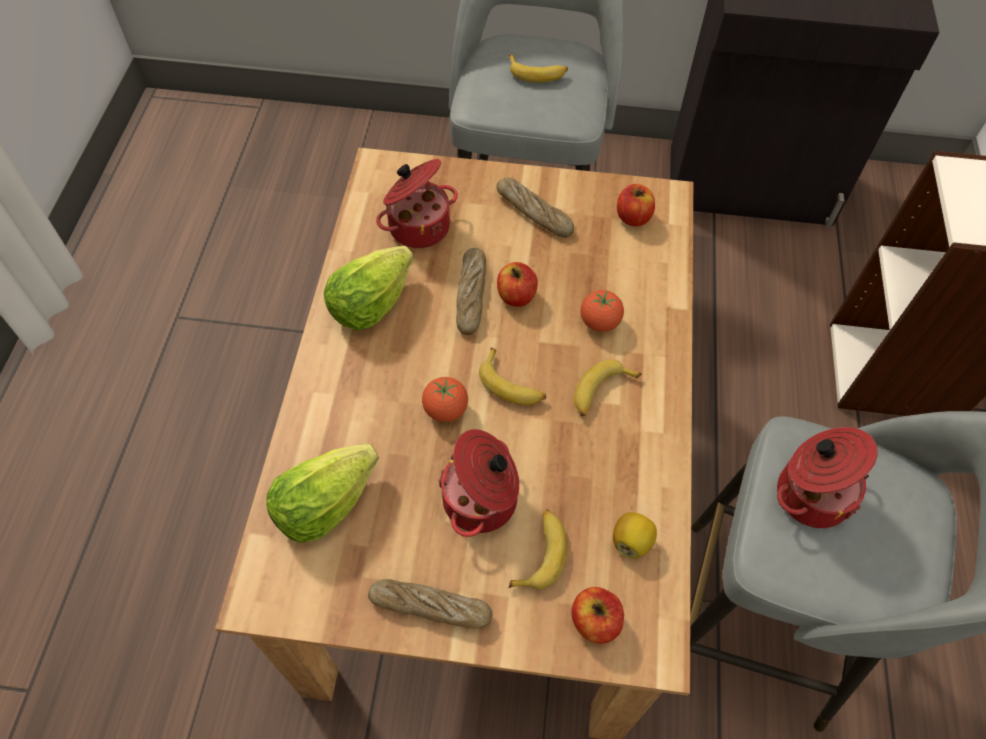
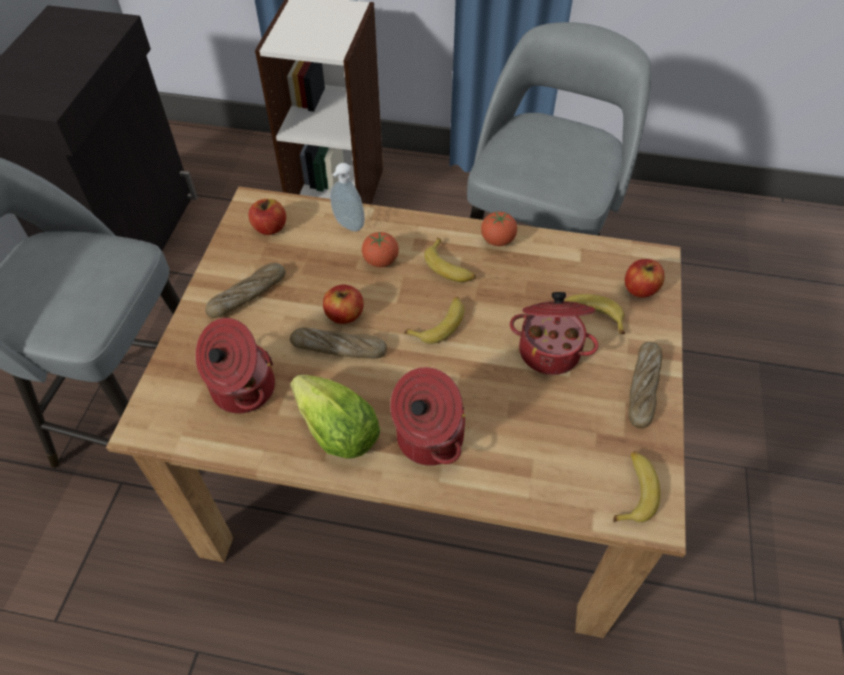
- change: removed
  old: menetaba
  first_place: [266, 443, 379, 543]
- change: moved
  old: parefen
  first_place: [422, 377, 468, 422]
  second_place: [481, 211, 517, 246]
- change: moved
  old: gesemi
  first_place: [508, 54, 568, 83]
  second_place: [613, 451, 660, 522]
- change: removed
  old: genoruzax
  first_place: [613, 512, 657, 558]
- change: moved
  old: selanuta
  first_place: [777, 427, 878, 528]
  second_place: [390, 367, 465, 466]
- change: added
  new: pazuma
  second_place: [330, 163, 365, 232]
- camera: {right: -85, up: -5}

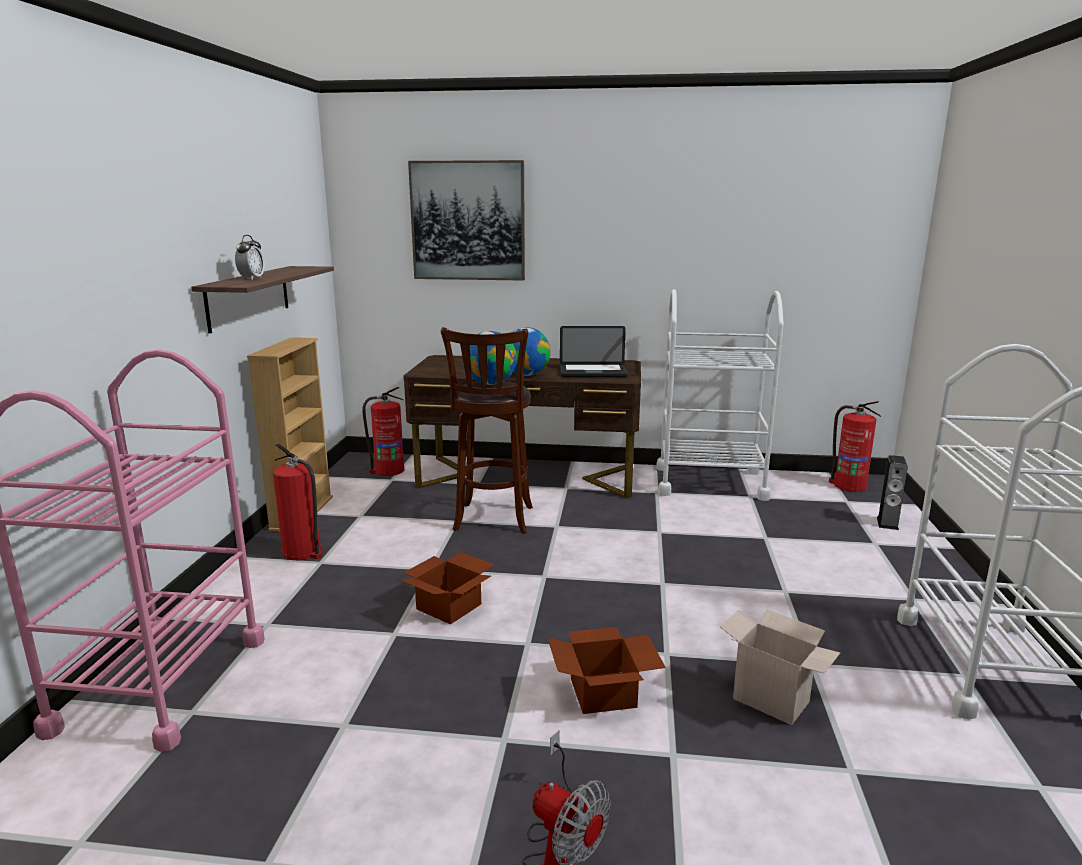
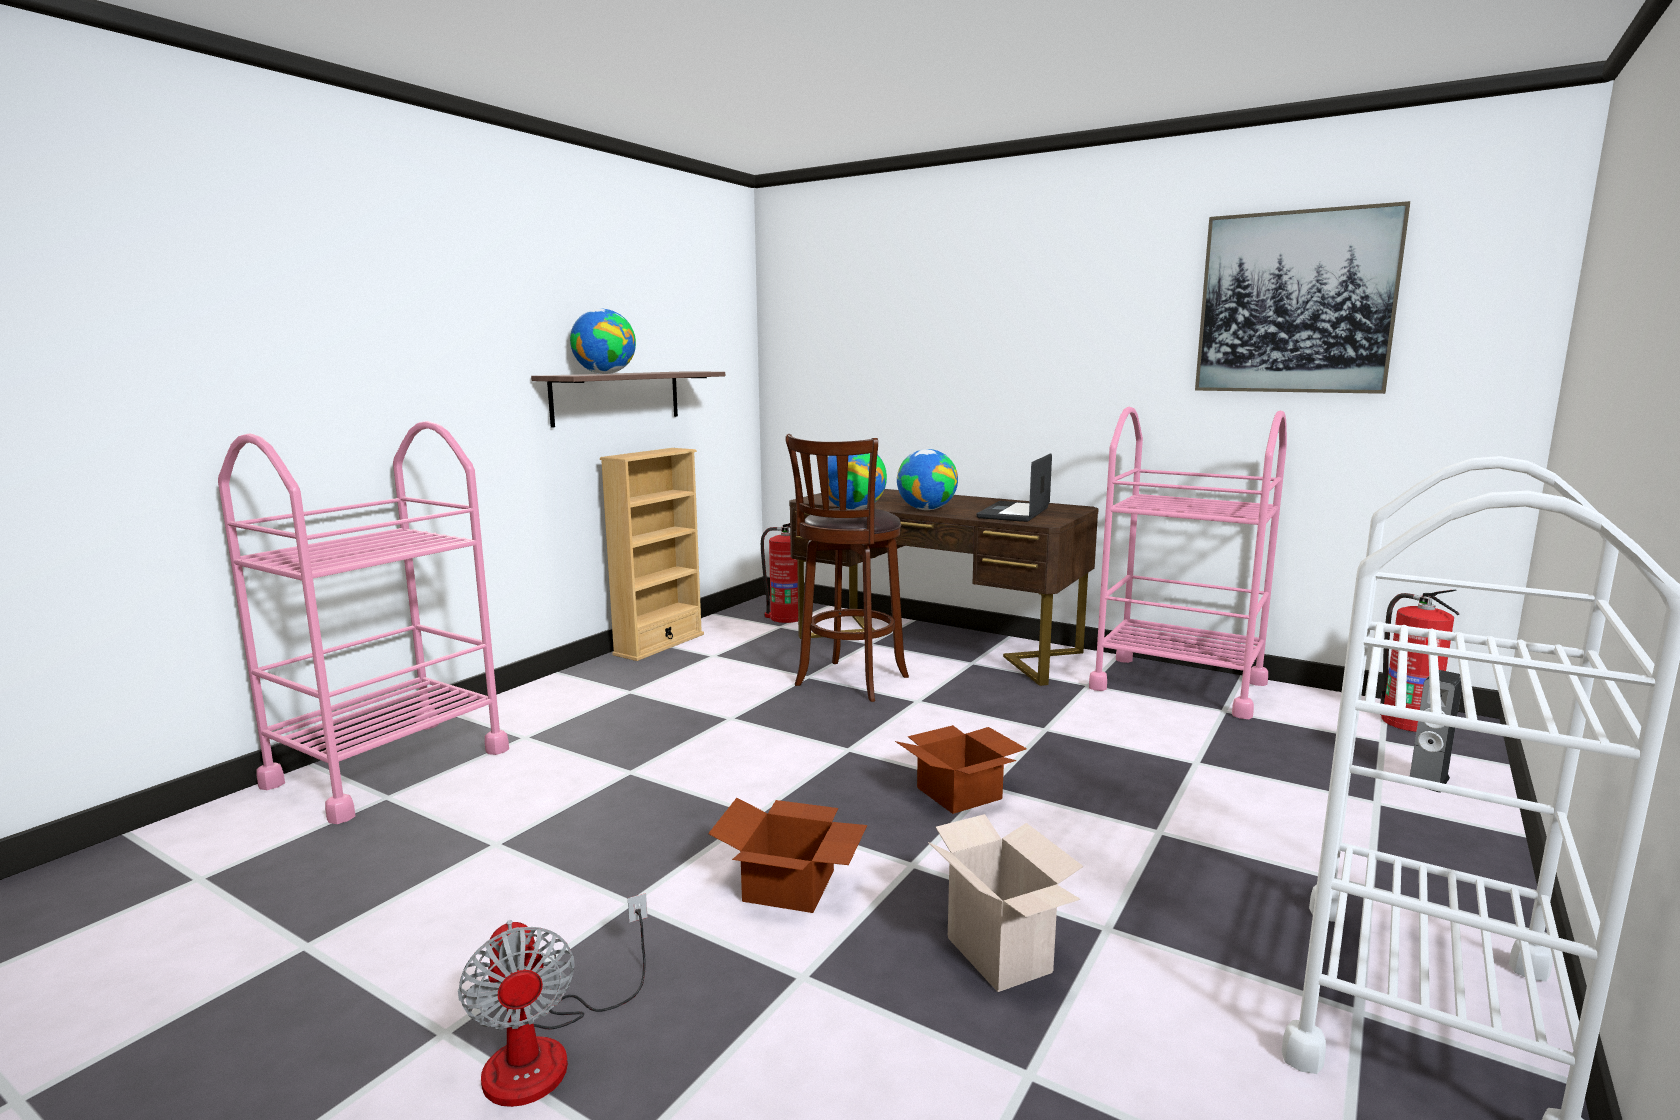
- change: replaced
  old: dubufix
  new: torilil
  first_place: [235, 235, 265, 280]
  second_place: [570, 309, 636, 374]
- change: removed
  old: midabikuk
  first_place: [273, 444, 323, 560]
- change: moved
  old: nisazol
  first_place: [399, 552, 495, 624]
  second_place: [895, 725, 1027, 814]
- change: moved
  old: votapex
  first_place: [408, 160, 525, 281]
  second_place: [1195, 201, 1410, 394]
- change: turned
  old: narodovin
  first_place: [560, 326, 628, 377]
  second_place: [977, 453, 1052, 522]
  degrees: 90
- change: recoloured
  old: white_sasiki
  new: pink_sasiki
  first_place: [656, 289, 784, 501]
  second_place: [1089, 407, 1287, 719]
- camera: {right: 25, up: -5}

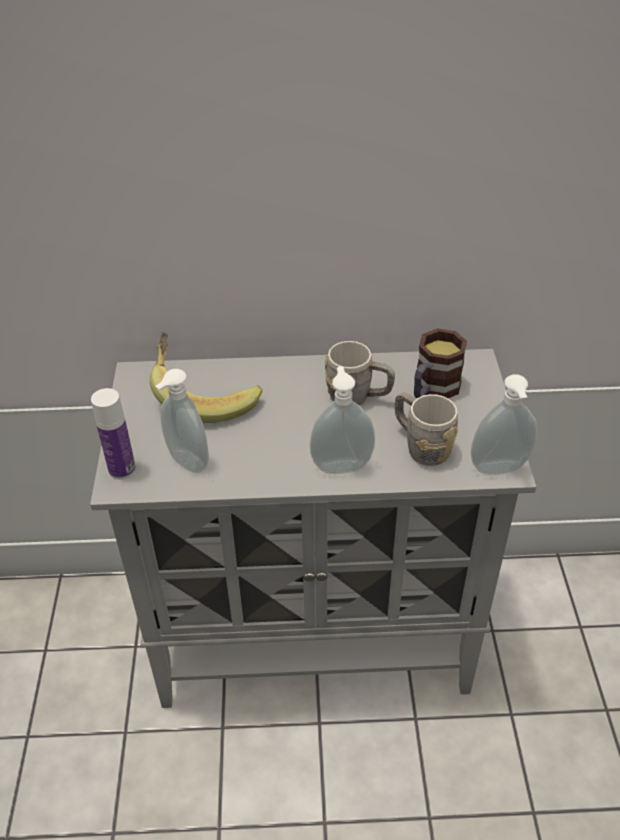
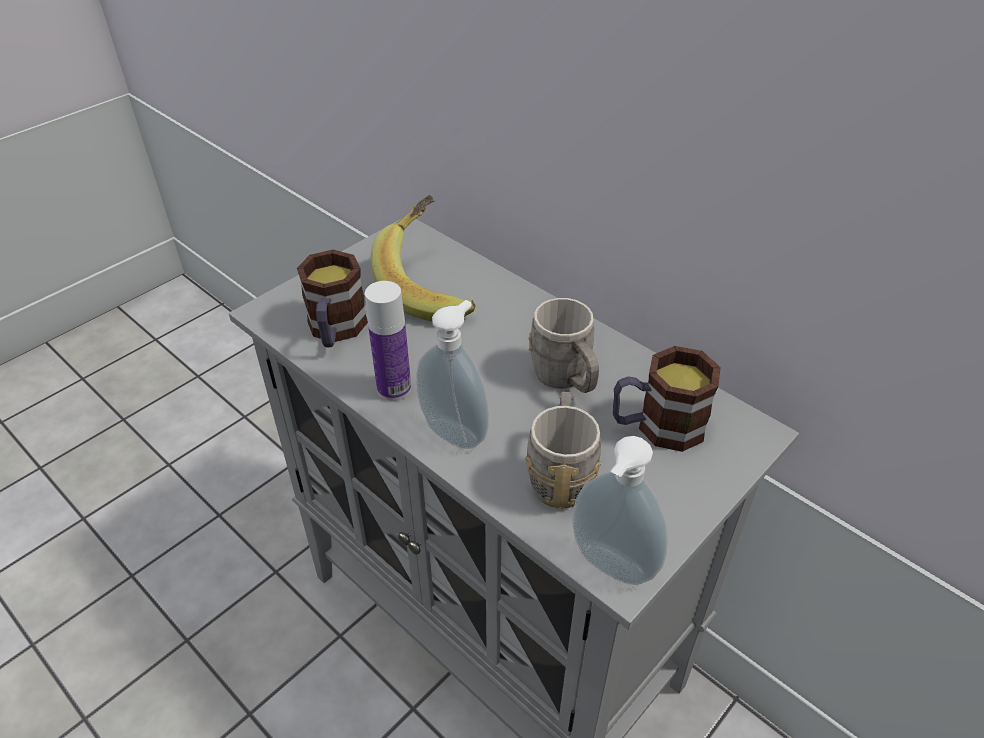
- change: moved
  old: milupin
  first_place: [91, 388, 136, 479]
  second_place: [365, 281, 411, 401]
- change: replaced
  old: pazuma
  new: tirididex
  first_place: [156, 369, 209, 473]
  second_place: [297, 250, 368, 348]
- camera: {right: 45, up: 0}

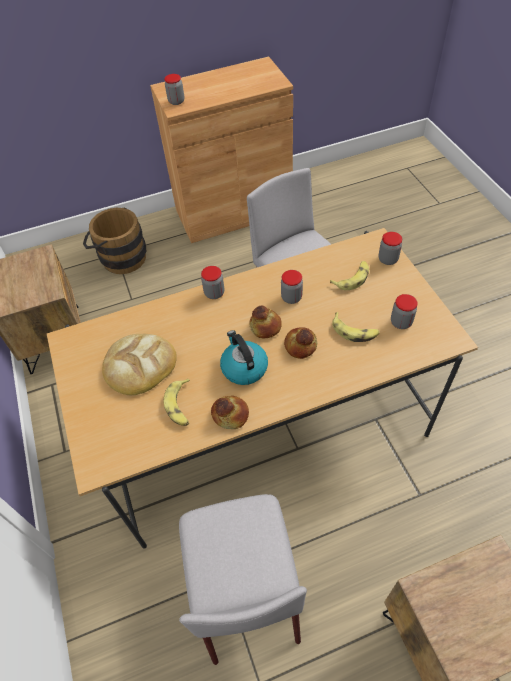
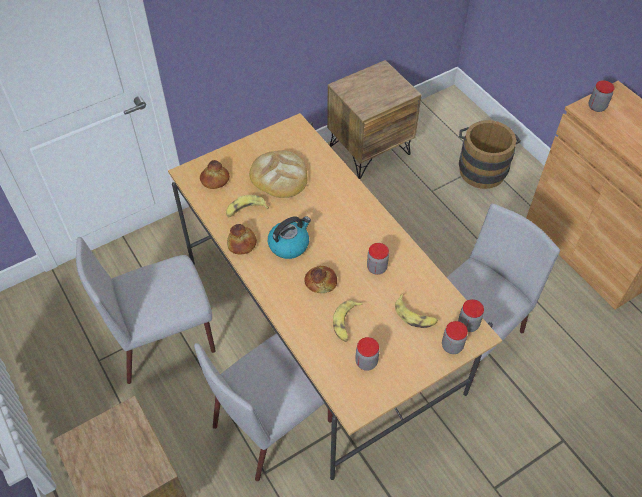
- change: moved
  old: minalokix
  first_place: [201, 266, 224, 299]
  second_place: [458, 299, 484, 332]
- change: moved
  old: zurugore
  first_place: [249, 306, 282, 339]
  second_place: [200, 160, 230, 189]
- change: added
  new: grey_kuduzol
  second_place: [194, 333, 333, 481]
- camera: {right: 75, up: 0}

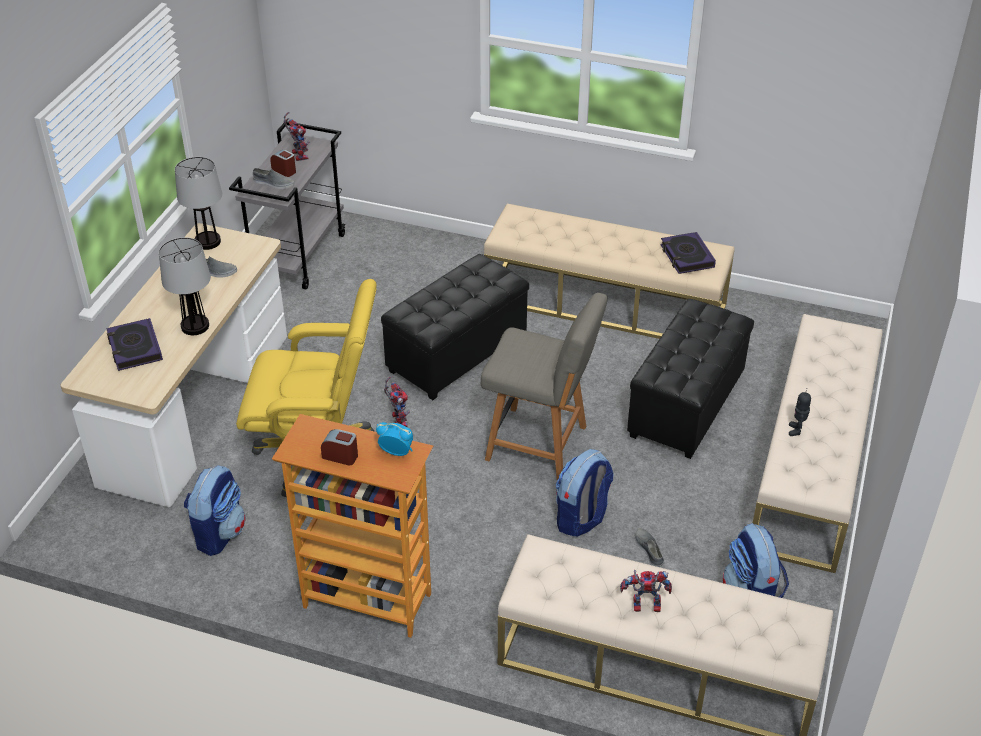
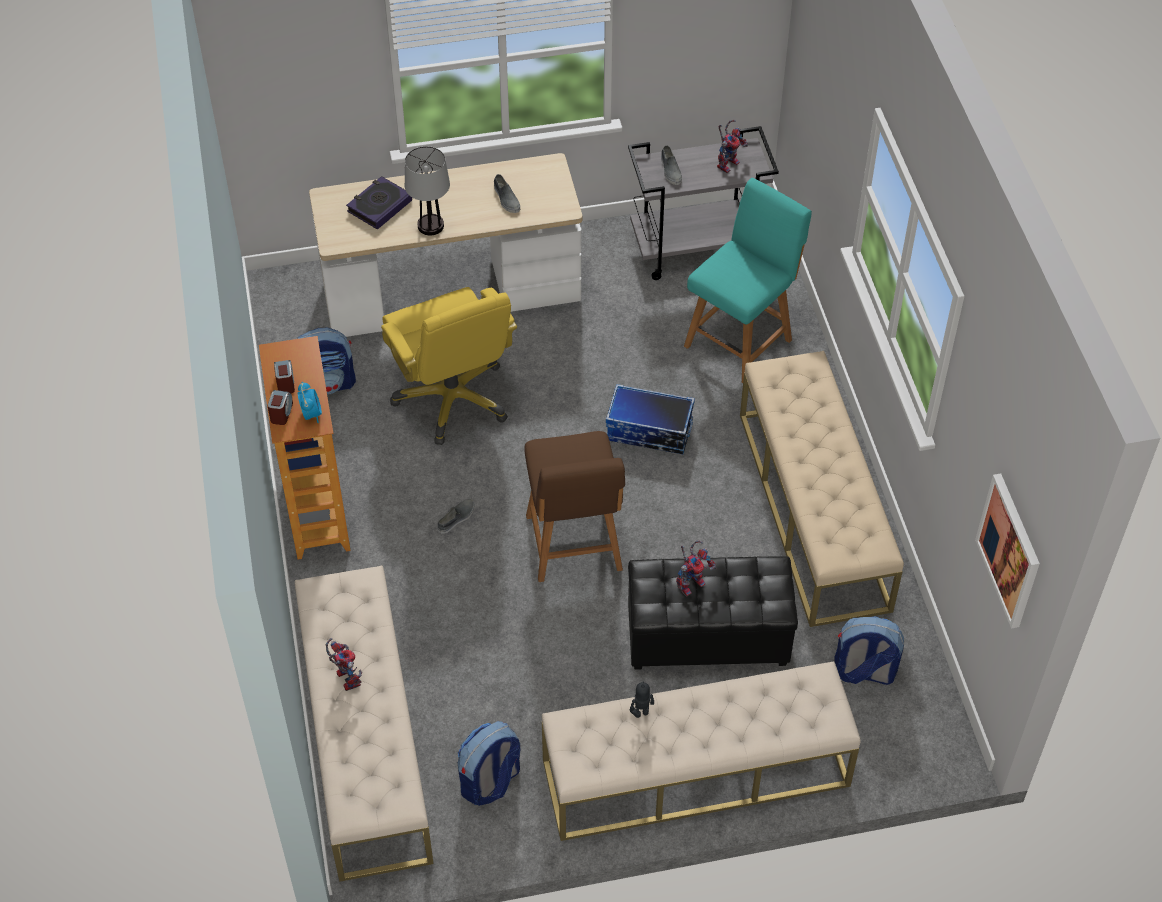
- change: removed
  old: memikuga
  first_place: [175, 157, 222, 250]
- change: moved
  old: dubufix
  first_place: [270, 150, 296, 177]
  second_place: [267, 390, 293, 425]
- change: replaced
  old: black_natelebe
  new: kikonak
  first_place: [381, 254, 529, 400]
  second_place: [606, 384, 695, 454]
- change: moved
  old: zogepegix
  first_place: [384, 376, 409, 427]
  second_place: [676, 540, 717, 596]
- change: recoloured
  old: grey_kuduzol
  new: brown_kuduzol
  first_place: [481, 293, 608, 480]
  second_place: [524, 431, 625, 582]
- change: moved
  old: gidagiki
  first_place: [556, 449, 613, 537]
  second_place: [834, 616, 904, 685]
- change: moved
  old: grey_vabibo
  first_place: [635, 528, 664, 568]
  second_place: [438, 499, 475, 534]
- change: removed
  old: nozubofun
  first_place: [660, 232, 716, 274]
- change: added
  new: turquoise_kuduzol
  second_place: [684, 178, 812, 383]
- change: added
  new: votapex
  second_place: [975, 474, 1040, 628]
- camera: {right: 60, up: 10}

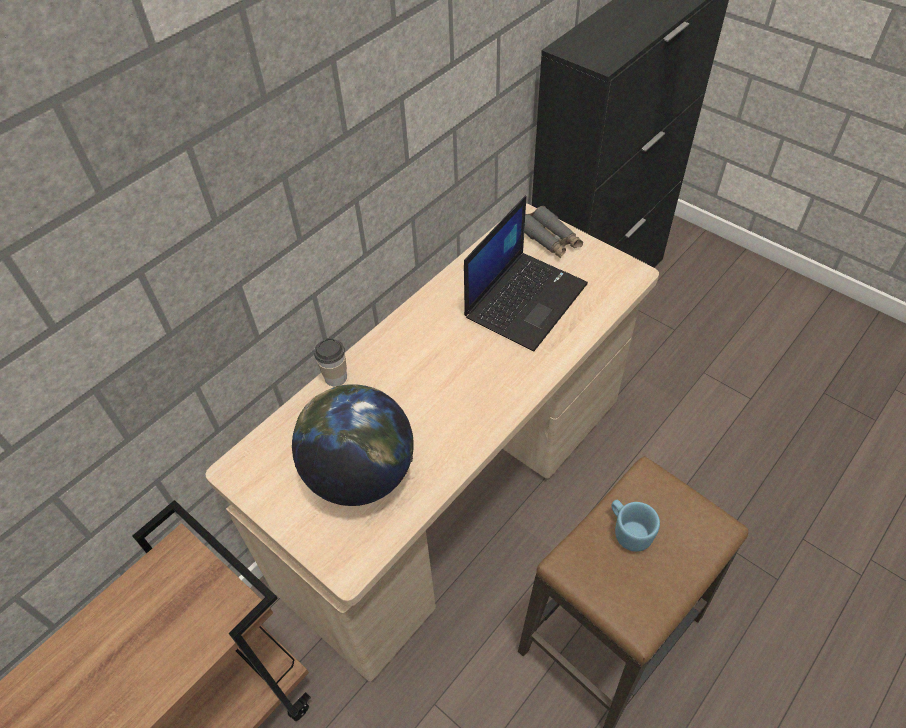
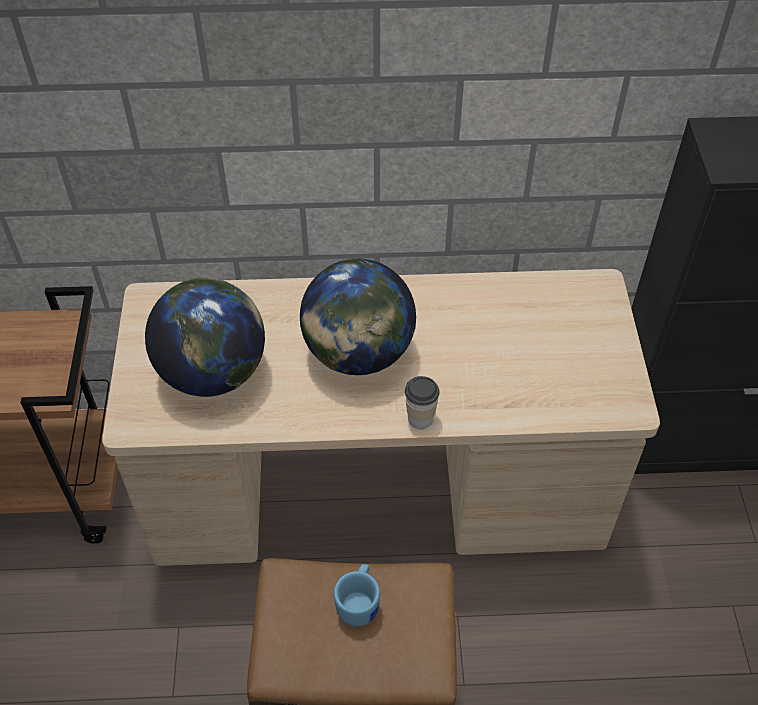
- change: moved
  old: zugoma
  first_place: [314, 338, 347, 386]
  second_place: [405, 376, 439, 429]
- change: removed
  old: narodovin
  first_place: [464, 196, 588, 351]
- change: removed
  old: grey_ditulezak
  first_place: [524, 206, 583, 258]
- change: added
  new: torilil
  second_place: [300, 258, 416, 375]
- camera: {right: 45, up: 0}

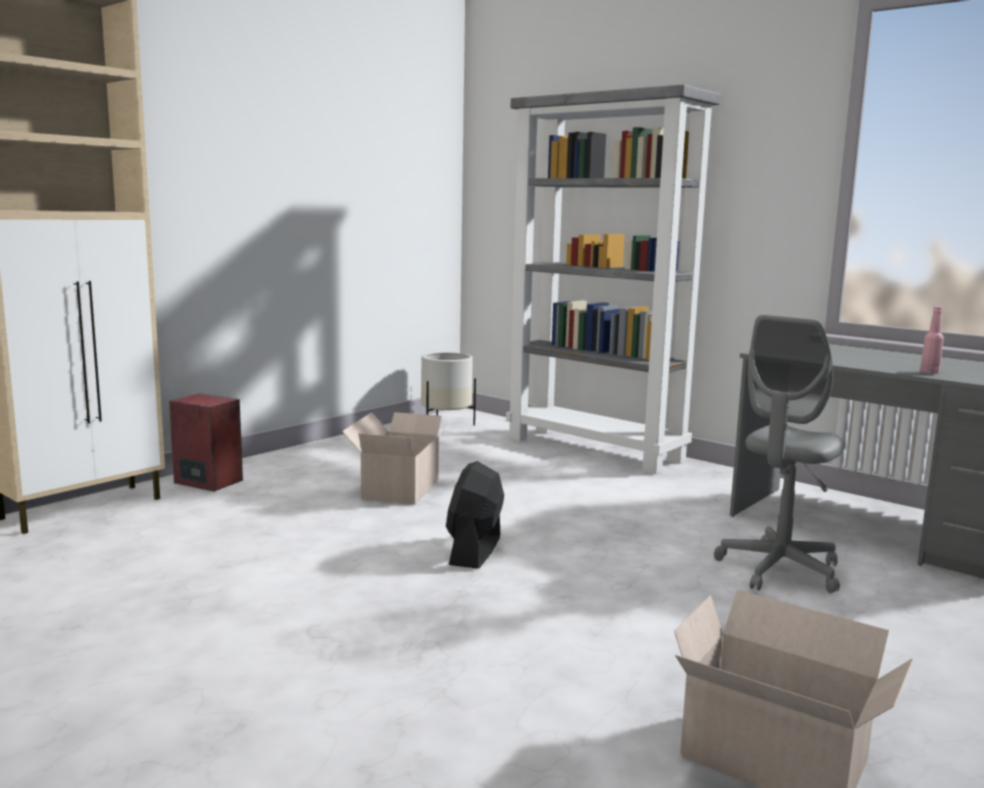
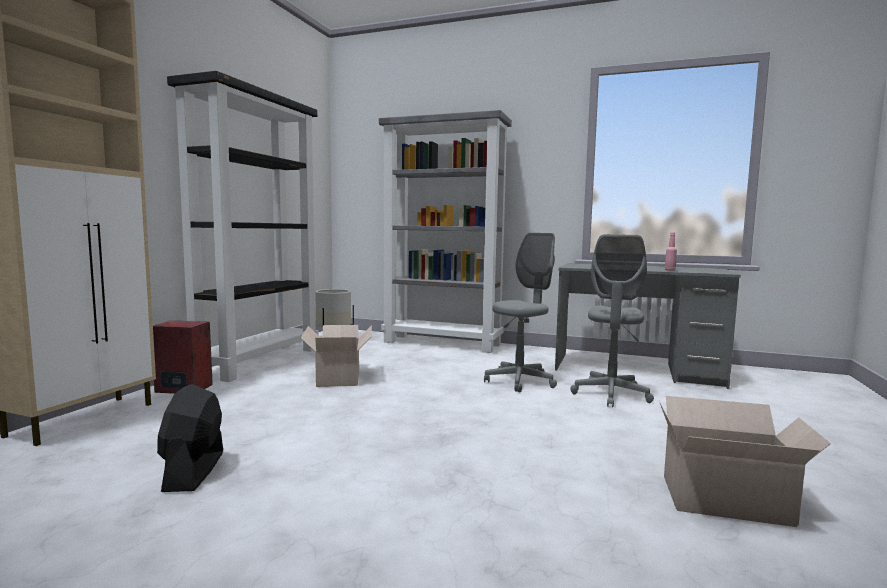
- change: moved
  old: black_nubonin
  first_place: [446, 461, 504, 569]
  second_place: [157, 384, 223, 492]
- change: added
  new: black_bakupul
  second_place: [167, 71, 318, 382]
- change: added
  new: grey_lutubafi
  second_place: [484, 233, 557, 393]
- camera: {right: -20, up: -5}

